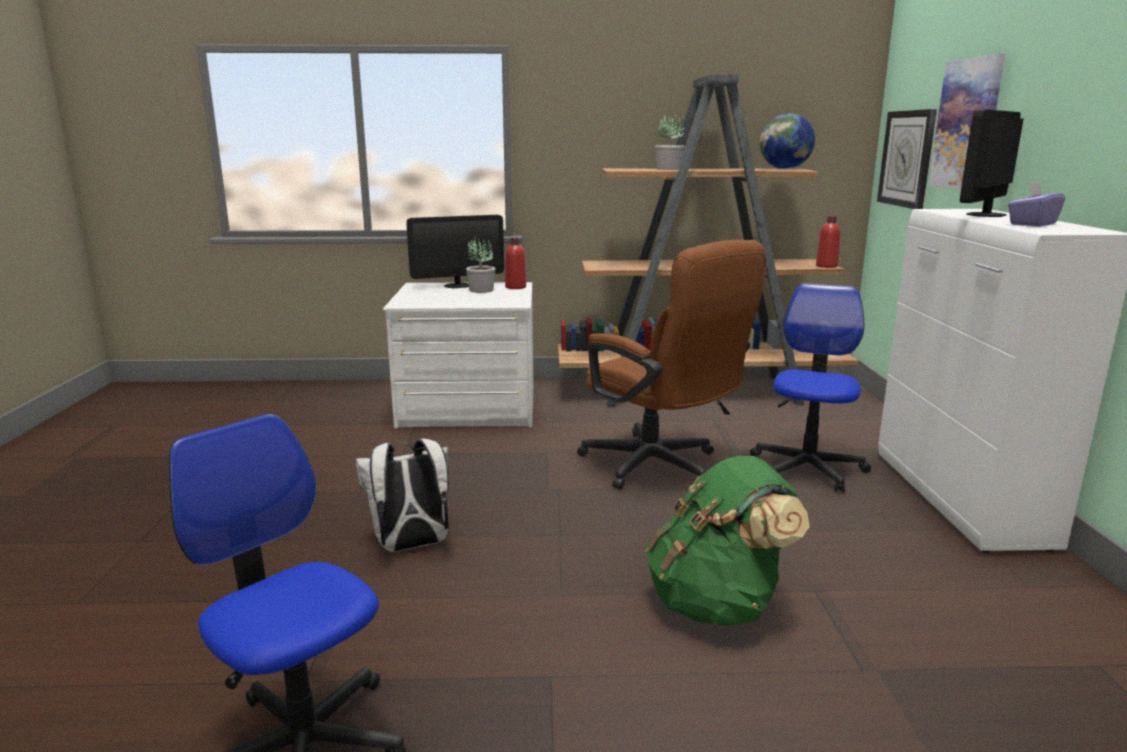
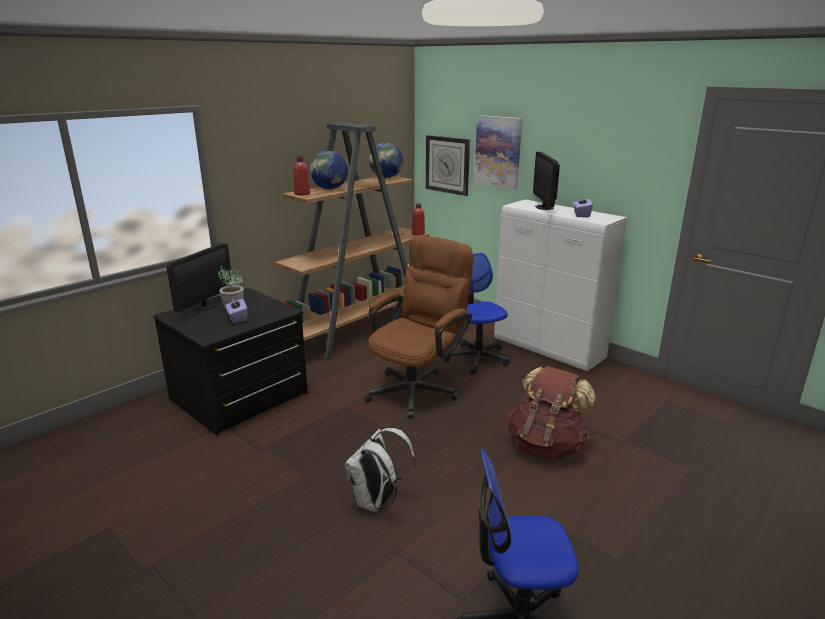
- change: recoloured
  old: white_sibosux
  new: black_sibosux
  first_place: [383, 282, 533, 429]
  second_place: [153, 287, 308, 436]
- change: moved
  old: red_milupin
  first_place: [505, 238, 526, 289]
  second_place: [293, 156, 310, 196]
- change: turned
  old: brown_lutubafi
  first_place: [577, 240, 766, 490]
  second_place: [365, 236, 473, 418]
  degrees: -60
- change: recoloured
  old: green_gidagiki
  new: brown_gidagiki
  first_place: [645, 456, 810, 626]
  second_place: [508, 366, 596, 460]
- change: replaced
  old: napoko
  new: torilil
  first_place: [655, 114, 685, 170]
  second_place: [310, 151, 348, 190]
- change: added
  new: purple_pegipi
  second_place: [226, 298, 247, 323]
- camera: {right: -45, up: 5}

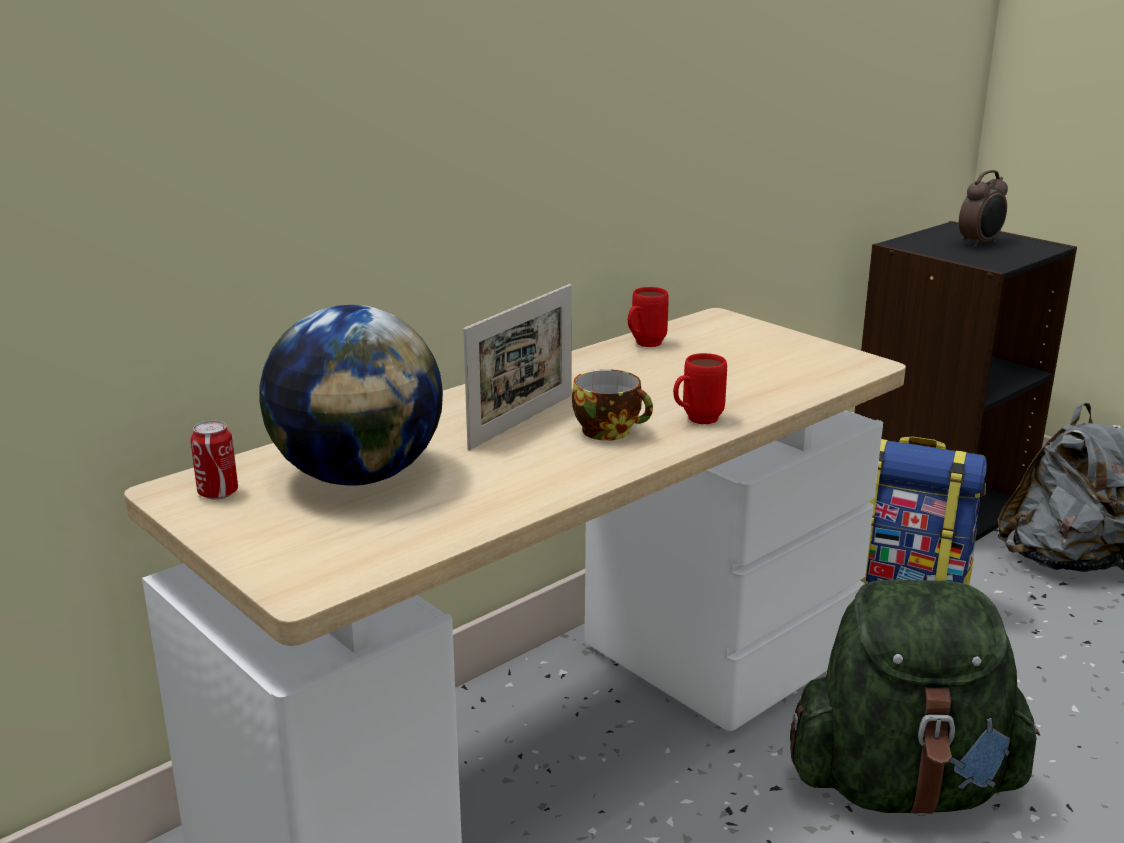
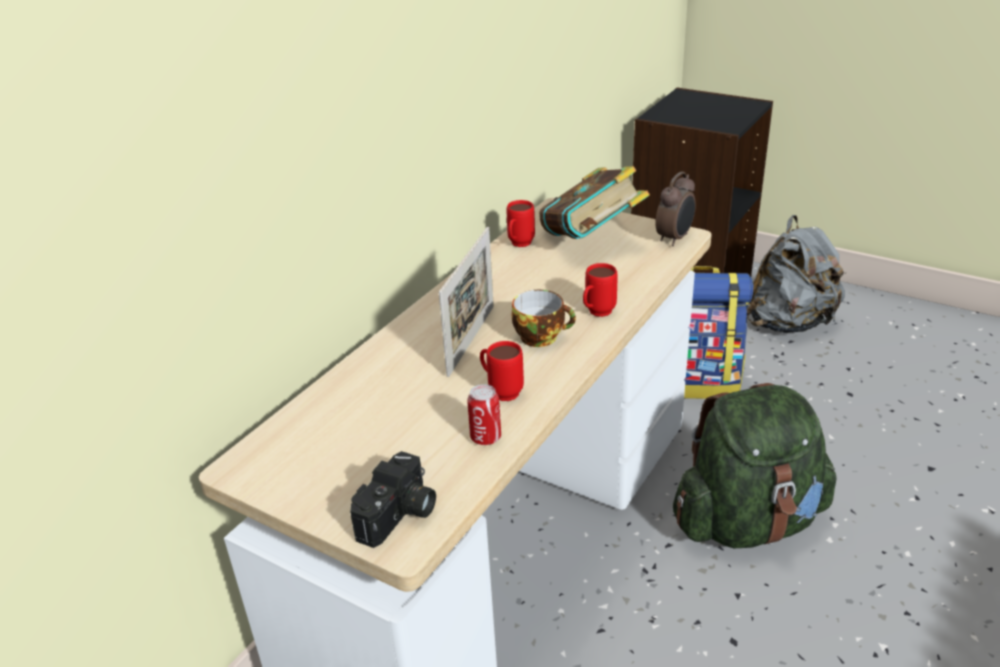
- change: moved
  old: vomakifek
  first_place: [190, 420, 238, 499]
  second_place: [467, 384, 501, 445]
- change: removed
  old: torilil
  first_place: [260, 305, 443, 486]
- change: moved
  old: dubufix
  first_place: [959, 170, 1008, 247]
  second_place: [655, 172, 696, 246]
- change: added
  new: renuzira
  second_place: [350, 451, 436, 548]
- change: added
  new: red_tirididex
  second_place: [480, 341, 524, 401]
- change: added
  new: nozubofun
  second_place: [539, 166, 650, 239]
- camera: {right: -15, up: 10}

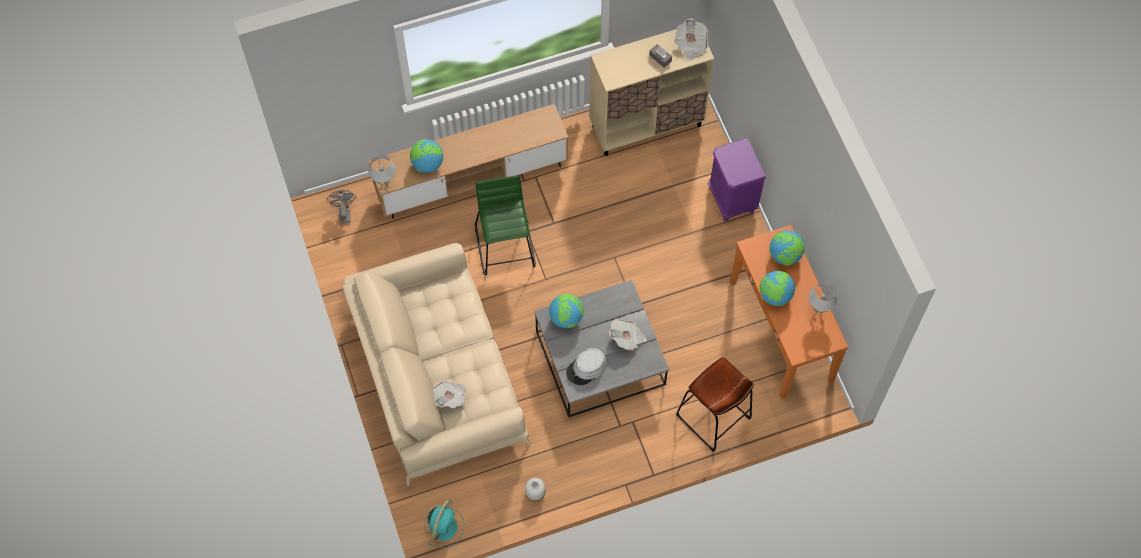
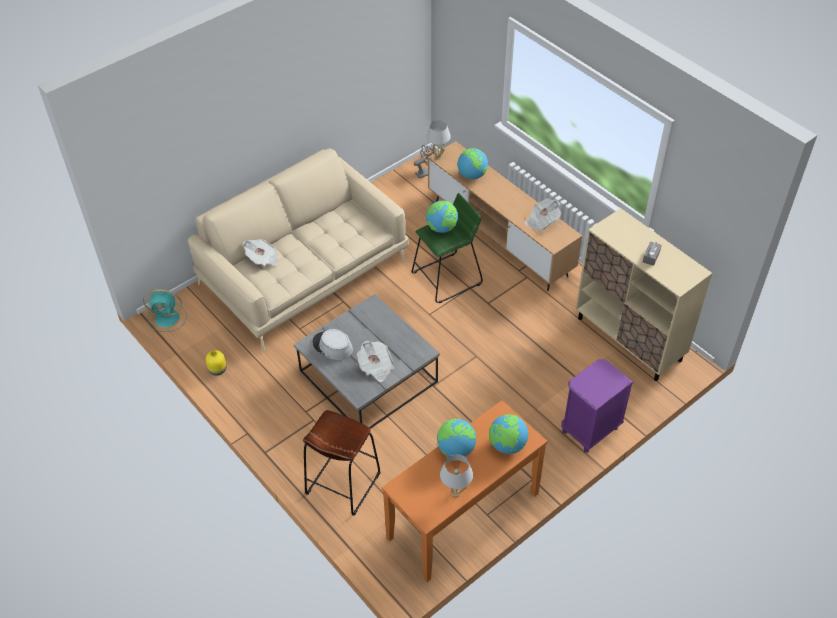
- change: recoloured
  old: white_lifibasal
  new: yellow_lifibasal
  first_place: [525, 478, 545, 502]
  second_place: [206, 350, 227, 375]
- change: moved
  old: torilil
  first_place: [549, 294, 584, 328]
  second_place: [426, 201, 458, 233]
- change: moved
  old: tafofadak
  first_place: [674, 18, 708, 61]
  second_place: [525, 198, 561, 232]
- camera: {right: 70, up: -15}

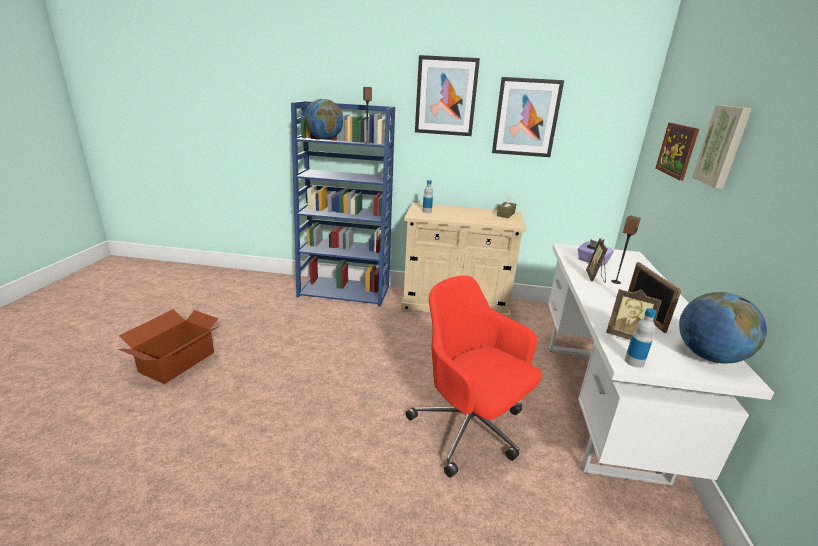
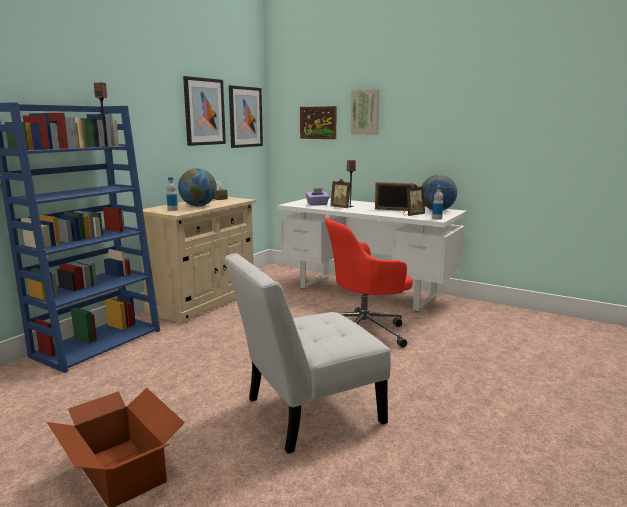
- change: moved
  old: torilil
  first_place: [305, 99, 343, 140]
  second_place: [178, 168, 217, 206]
- change: moved
  old: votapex
  first_place: [415, 55, 480, 136]
  second_place: [229, 85, 263, 148]
- change: added
  new: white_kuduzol
  second_place: [225, 253, 391, 454]
- camera: {right: -65, up: -10}

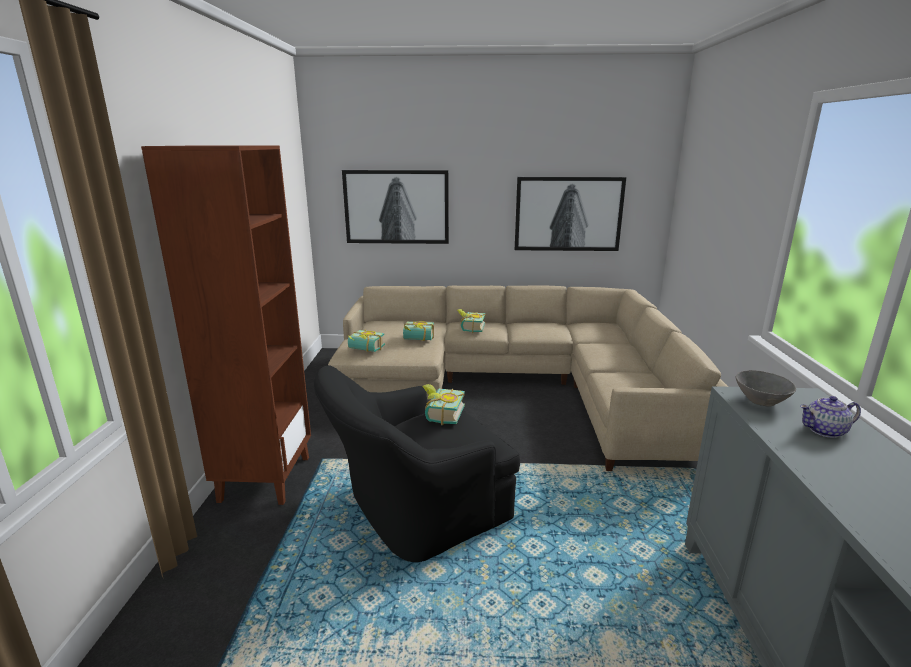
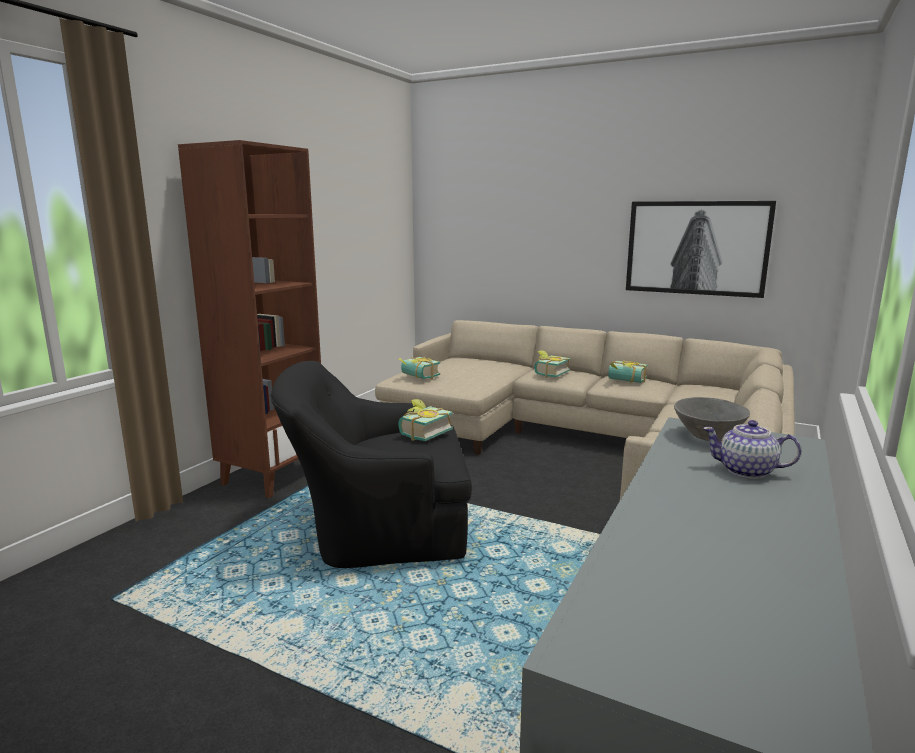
- change: removed
  old: votapex
  first_place: [342, 170, 449, 244]
- change: moved
  old: nozubofun
  first_place: [403, 321, 434, 341]
  second_place: [608, 360, 648, 383]
- camera: {right: 25, up: -5}

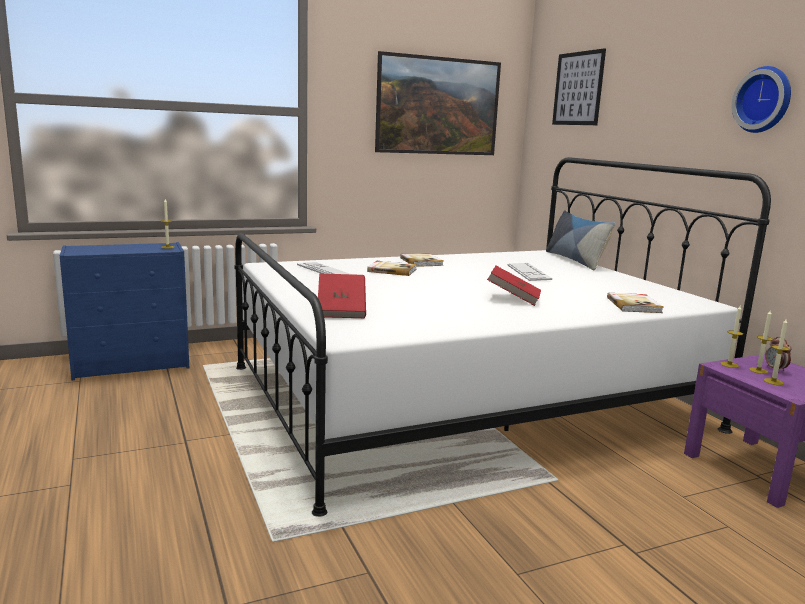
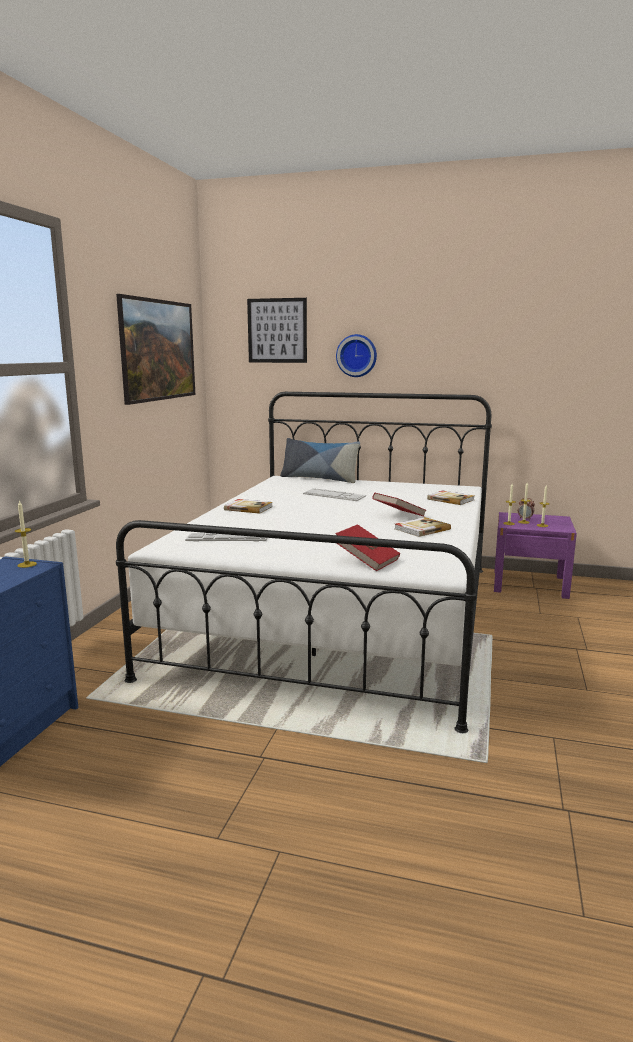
- change: moved
  old: nozubofun
  first_place: [367, 261, 417, 276]
  second_place: [395, 517, 451, 537]
- change: moved
  old: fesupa
  first_place: [731, 66, 791, 133]
  second_place: [336, 334, 377, 377]
- camera: {right: -50, up: 0}

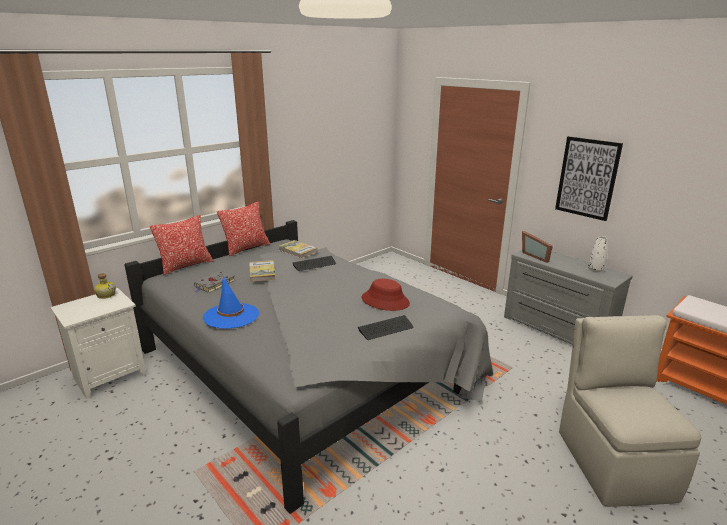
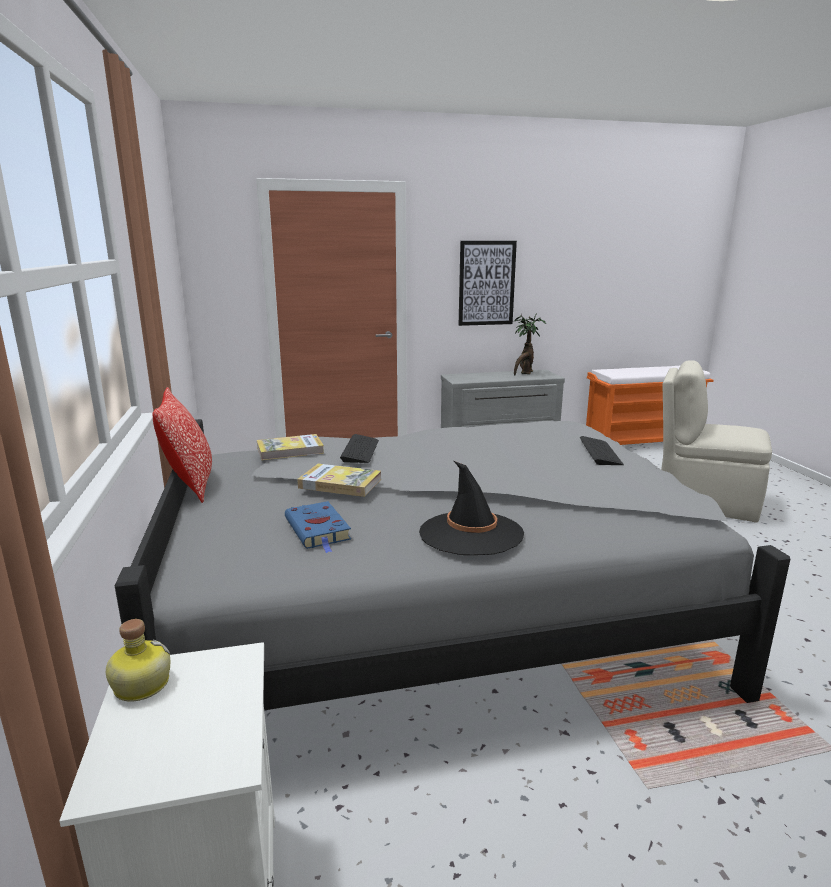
- change: removed
  old: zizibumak
  first_place: [150, 215, 213, 275]
- change: recoloured
  old: grey_nozubofun
  new: blue_nozubofun
  first_place: [194, 271, 235, 293]
  second_place: [285, 501, 351, 553]
- change: recoloured
  old: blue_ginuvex
  new: black_ginuvex
  first_place: [203, 275, 259, 329]
  second_place: [419, 461, 524, 555]
- change: removed
  old: red_ginuvex
  first_place: [362, 279, 410, 311]
- change: removed
  old: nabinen
  first_place: [522, 231, 553, 263]
- change: replaced
  old: white_lifibasal
  new: napoko
  first_place: [588, 236, 607, 272]
  second_place: [513, 313, 546, 376]
- camera: {right: -60, up: -5}

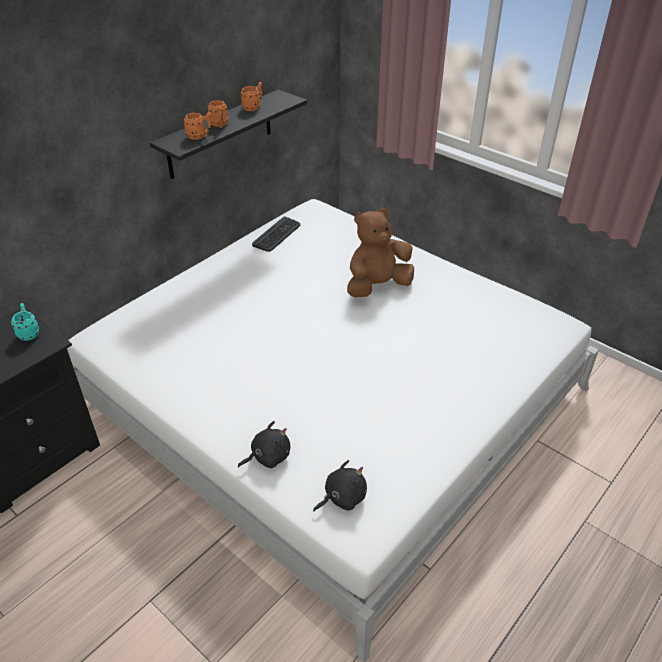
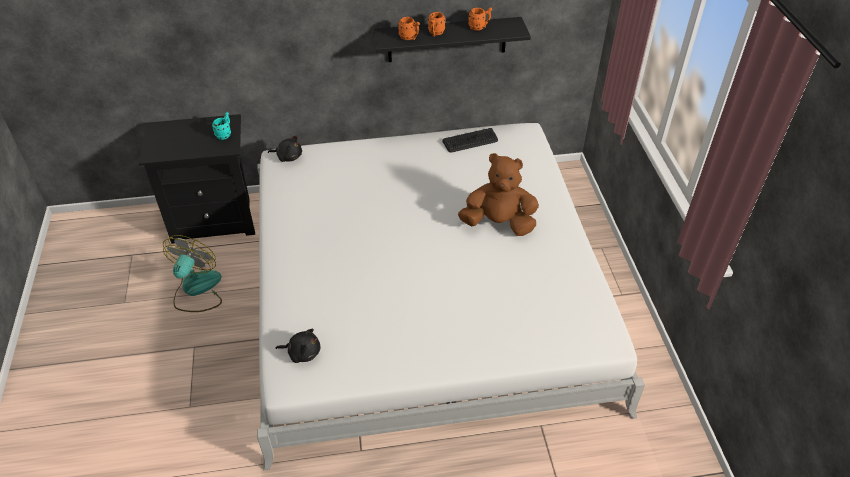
- change: moved
  old: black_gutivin
  first_place: [238, 421, 290, 468]
  second_place: [268, 136, 302, 162]
- change: added
  new: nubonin
  second_place: [163, 235, 222, 312]
- camera: {right: 40, up: 5}

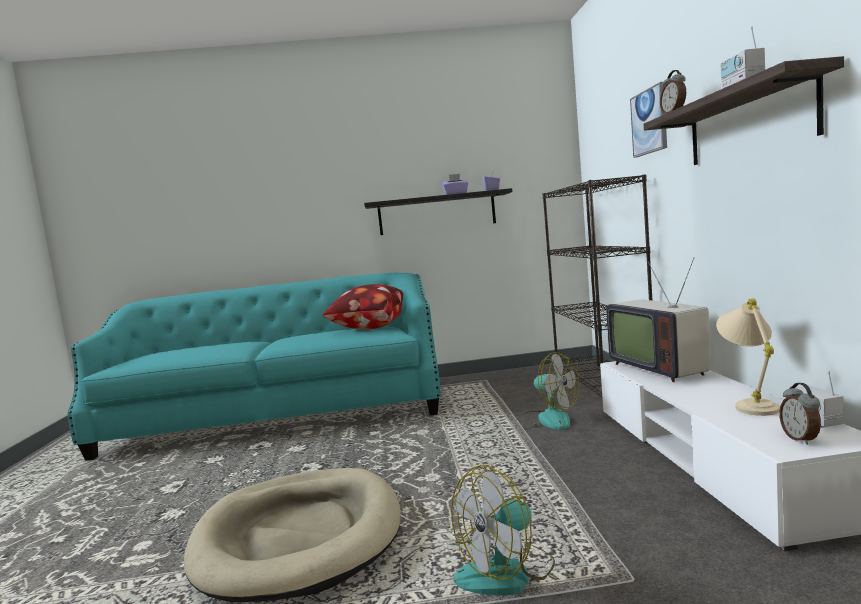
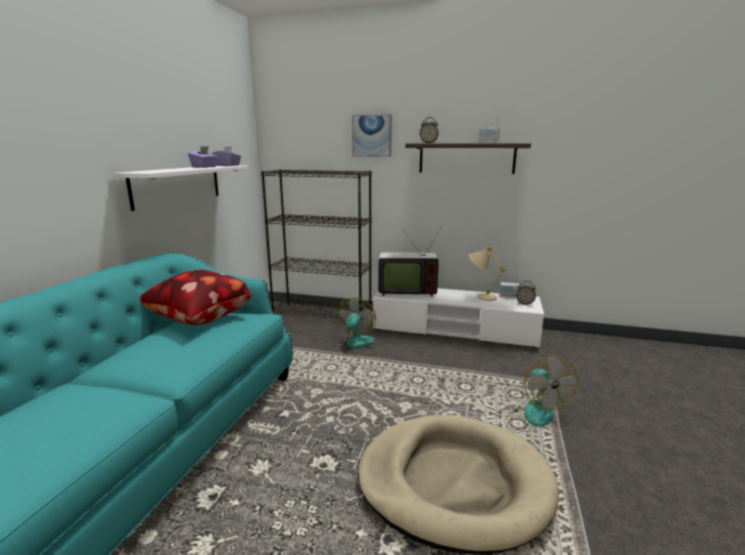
- change: recoloured
  old: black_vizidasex
  new: white_vizidasex
  first_place: [364, 188, 512, 235]
  second_place: [113, 166, 249, 211]
- change: turned
  old: nubonin
  first_place: [515, 352, 579, 430]
  second_place: [338, 298, 378, 356]
  degrees: -45
- camera: {right: -70, up: 10}

